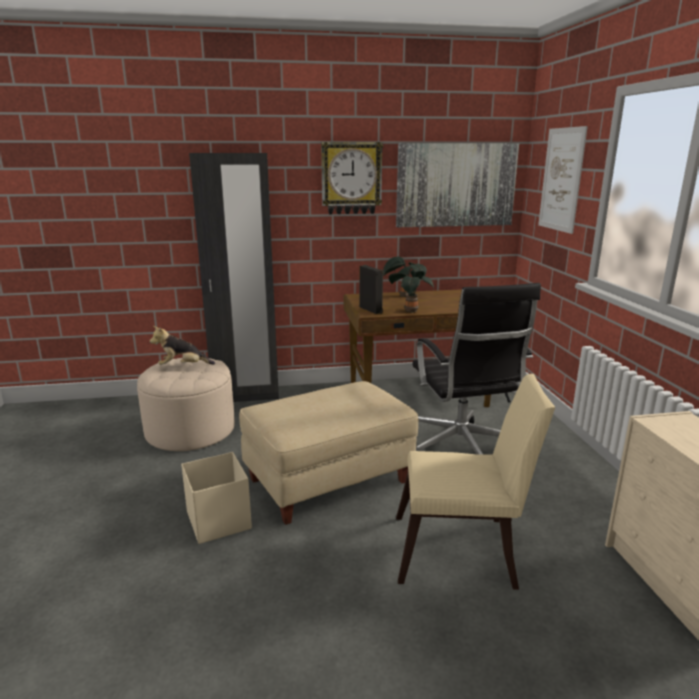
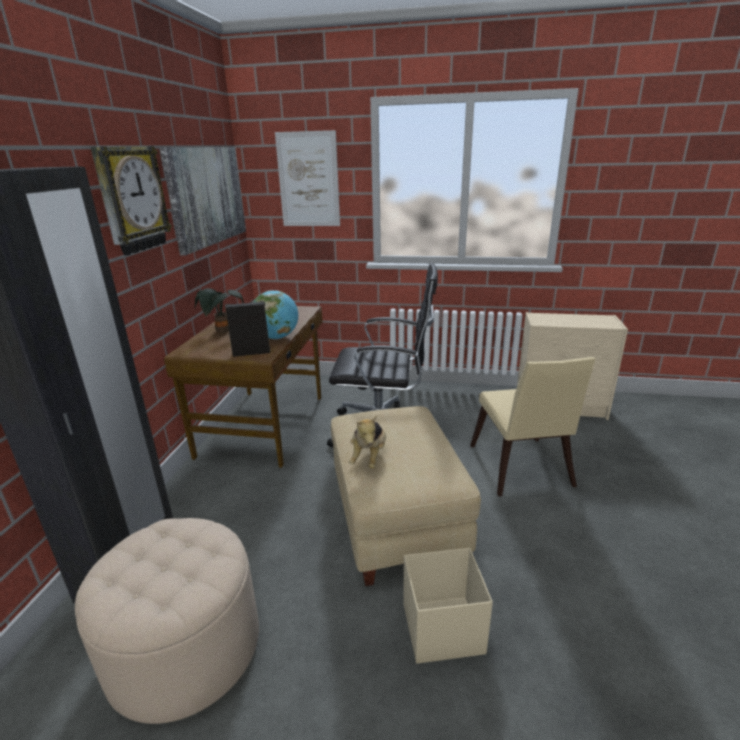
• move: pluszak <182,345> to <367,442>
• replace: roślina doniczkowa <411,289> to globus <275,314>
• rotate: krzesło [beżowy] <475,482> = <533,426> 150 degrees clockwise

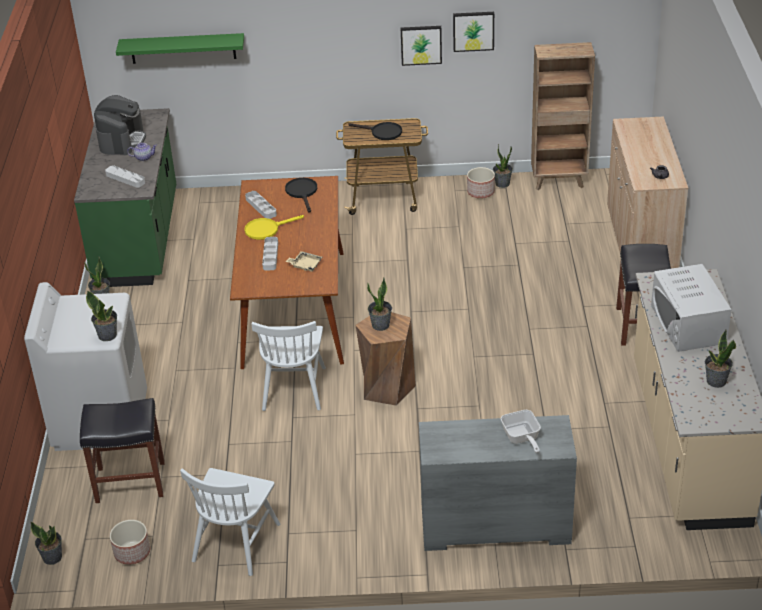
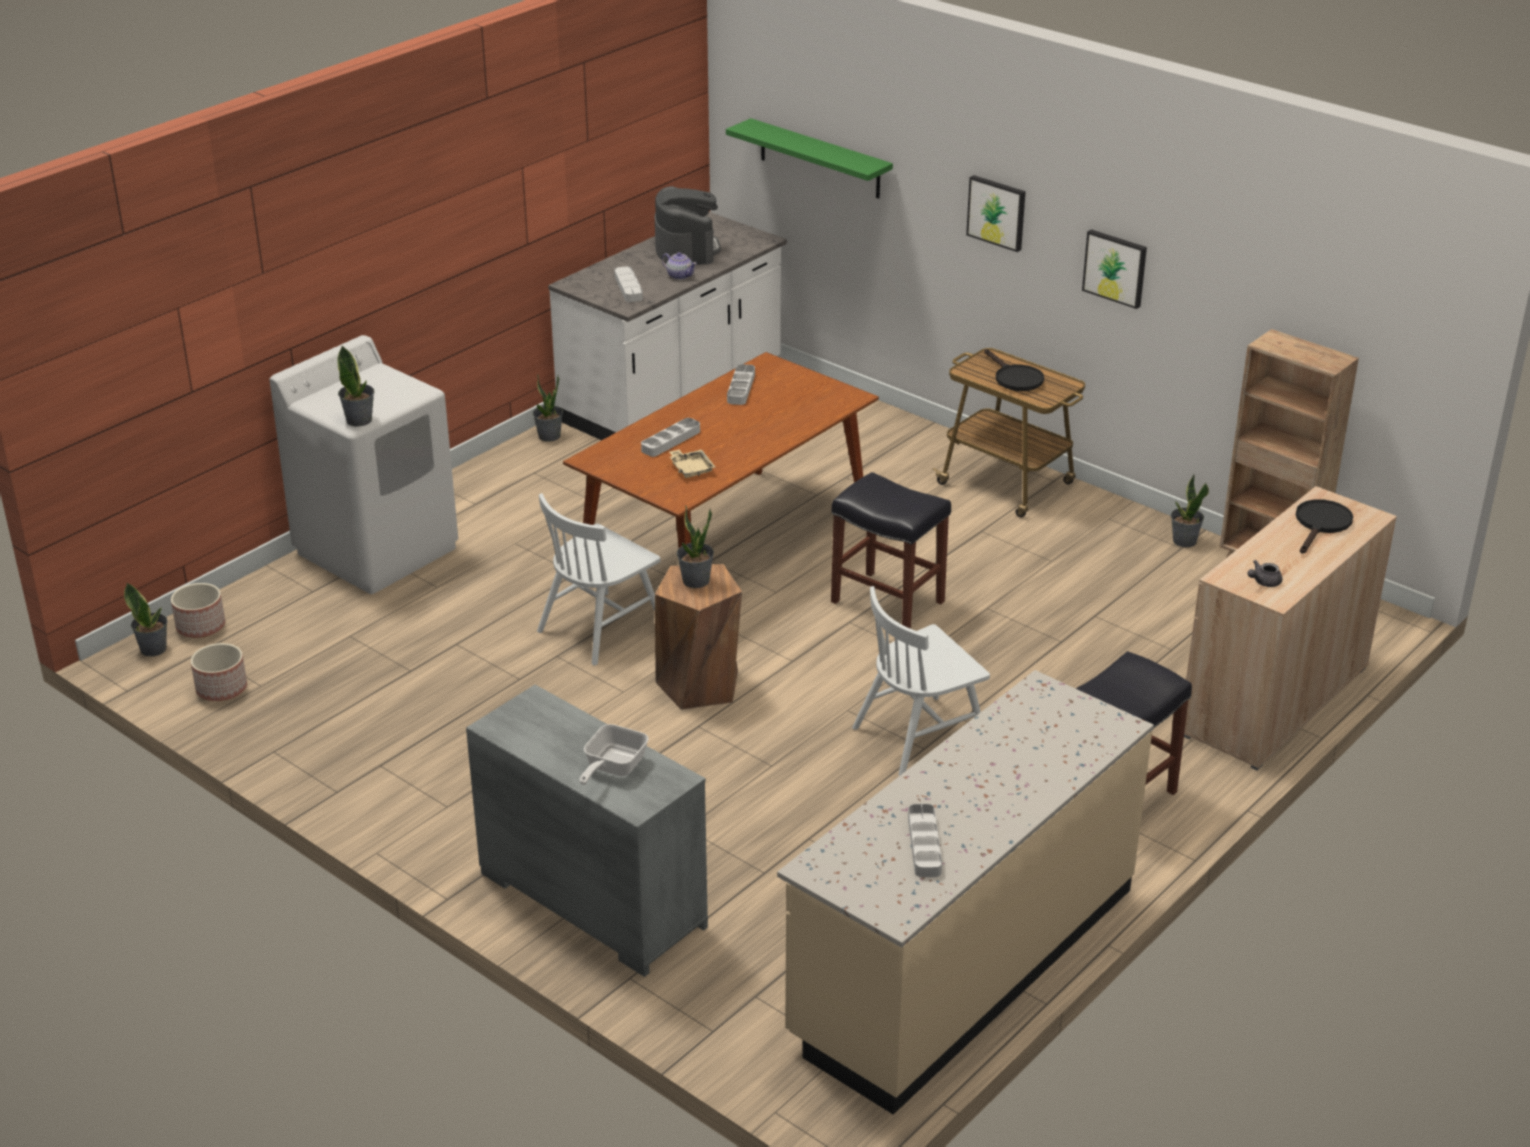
• delete: patelnia [żółty] <274,227>
• delete: mikrofalówka [biały] <691,308>
• move: stołek [czarny] <122,450> to <891,550>
• move: krzesło [biały] <230,522> to <921,681>
• move: patelnia [czarny] <301,195> to <1324,526>
• move: obraz <473,32> to <996,213>
• move: donica <481,183> to <198,610>
• replace: roślina doniczkowa <720,359> to taca [szary] <925,840>
• recolor: zabudowa kuchenna [zielony] <125,197> to zabudowa kuchenna [biały] <667,326>
• rotate: ekspres do kawy <120,125> = <688,225> 60 degrees counterclockwise

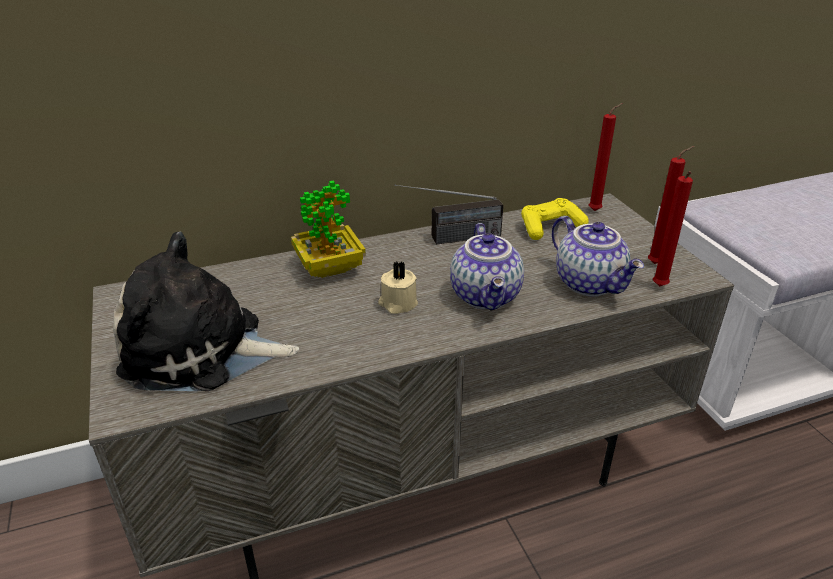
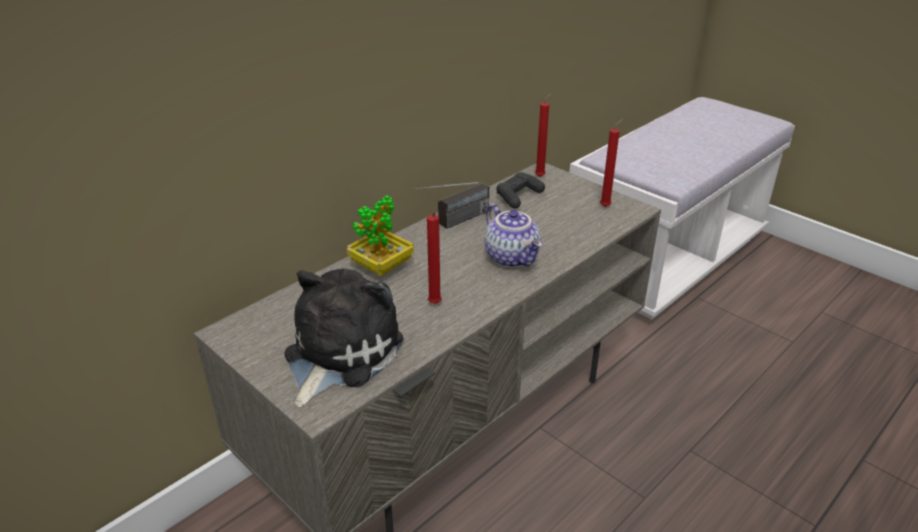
• delete: świeca [beżowy] <398,287>
• delete: imbryk <598,256>
• move: świeca [czerwony] <673,228> to <434,258>
• recolor: pad do gier [żółty] <555,219> to pad do gier [czarny] <520,190>
• rotate: pluszak <206,311> = <344,338> 135 degrees clockwise

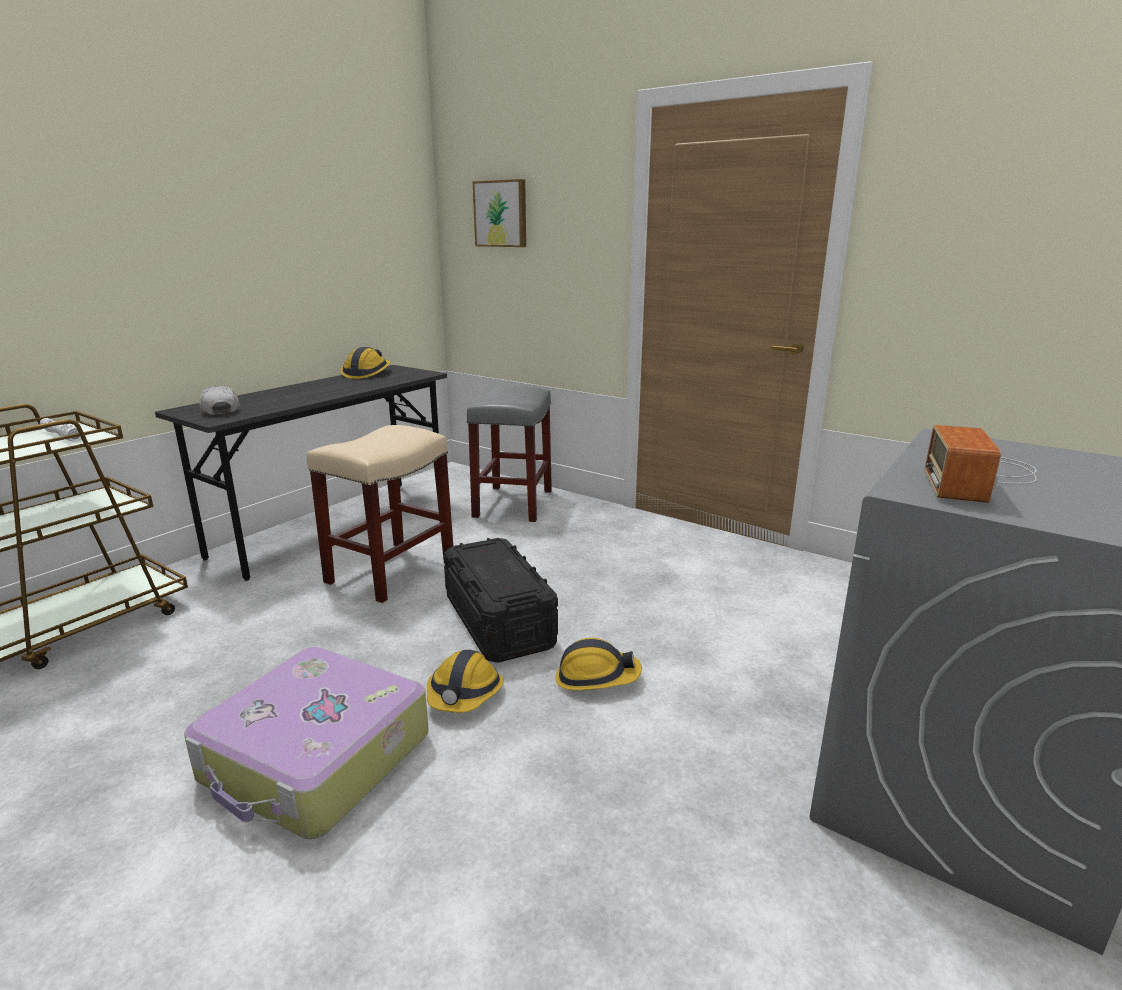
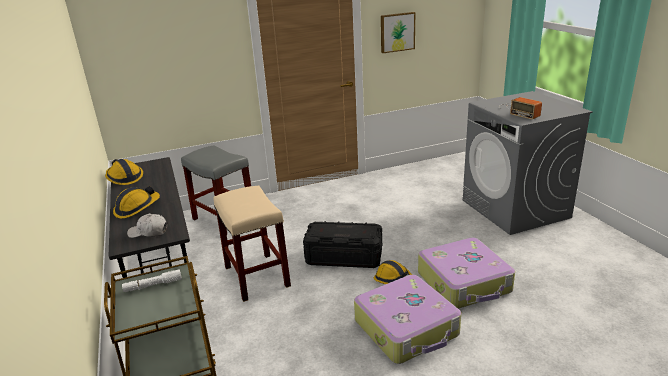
• insert: walizka <466,273>
• move: obraz <499,213> to <398,32>
• move: kask <599,664> to <136,202>

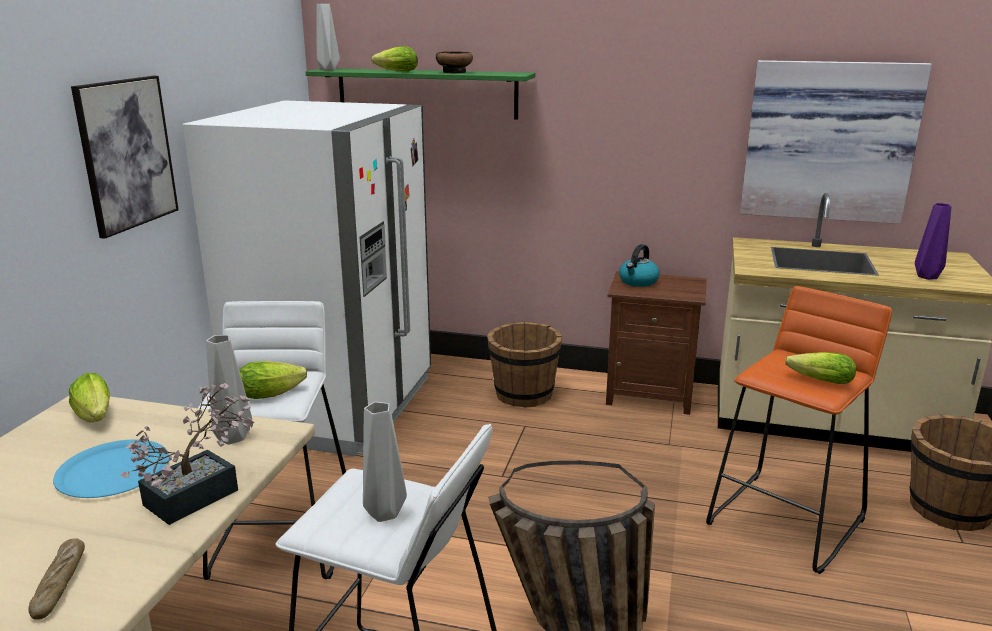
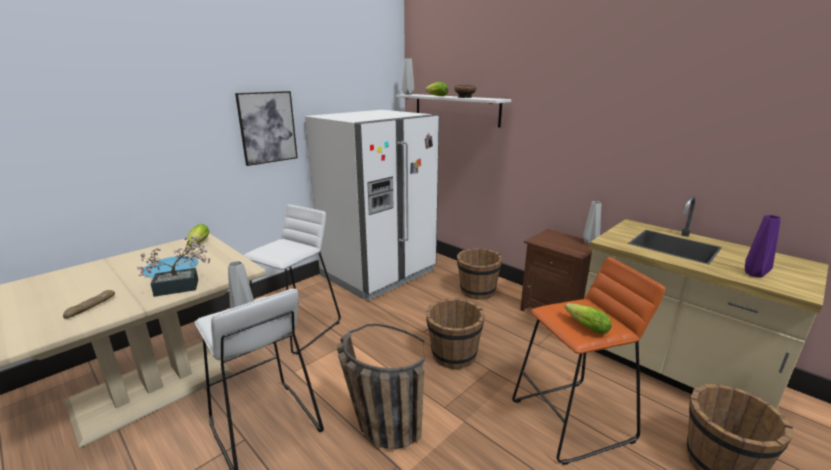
• delete: sałata <273,380>
• delete: czajnik <639,265>
• delete: obraz <836,142>
• insert: wiadro [brązowy] <455,333>
• move: wazon [szary] <229,390> to <592,223>
• recolor: półka [zielony] <420,94> to półka [biały] <453,111>

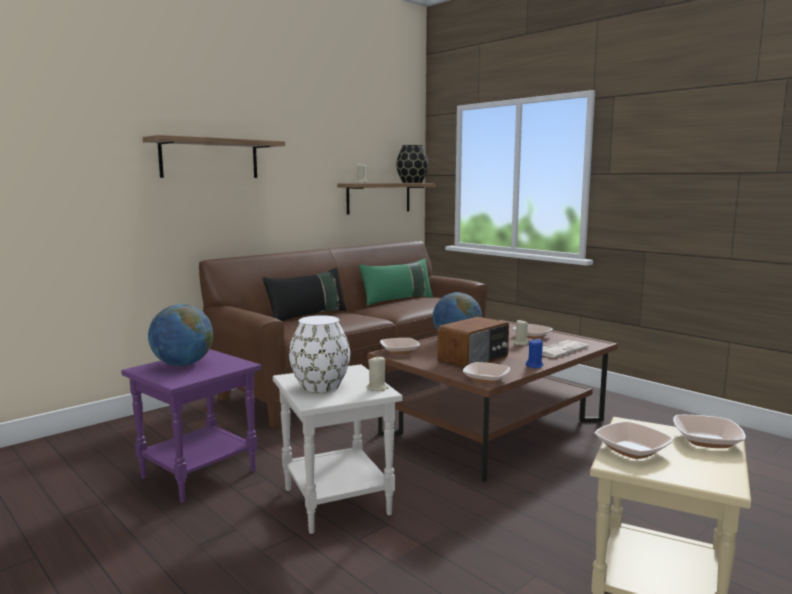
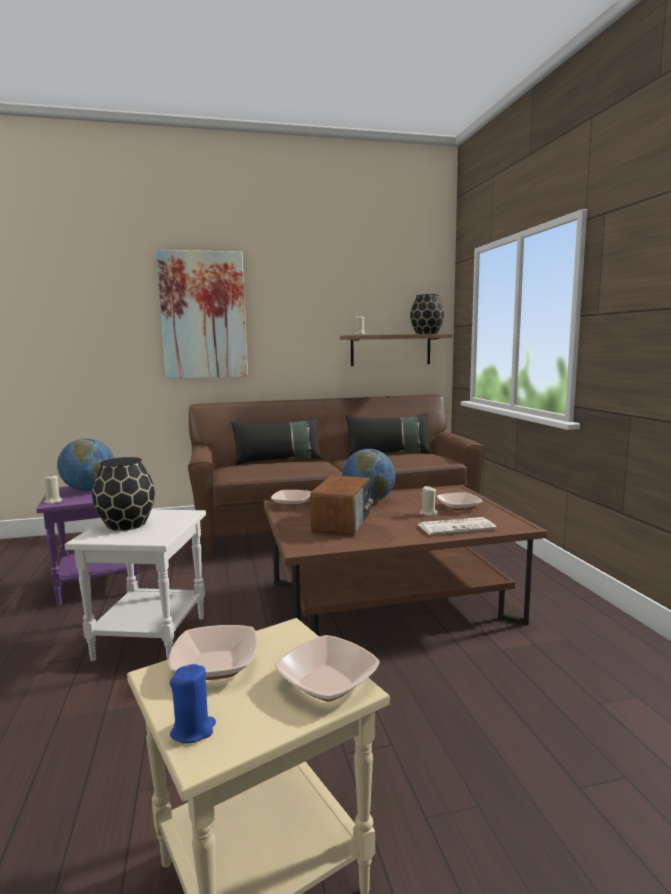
• delete: miska <486,373>
• move: świeca [beżowy] <378,373> to <52,489>
• move: świeca [niebieski] <535,353> to <193,704>
• replace: półka <214,156> to obraz <202,314>
• recolor: wazon [biały] <319,354> to wazon [czarny] <123,494>
• recolor: poduszka [zielony] <396,282> to poduszka [czarny] <388,435>
• rotate: radio <473,342> = <341,506> 60 degrees counterclockwise

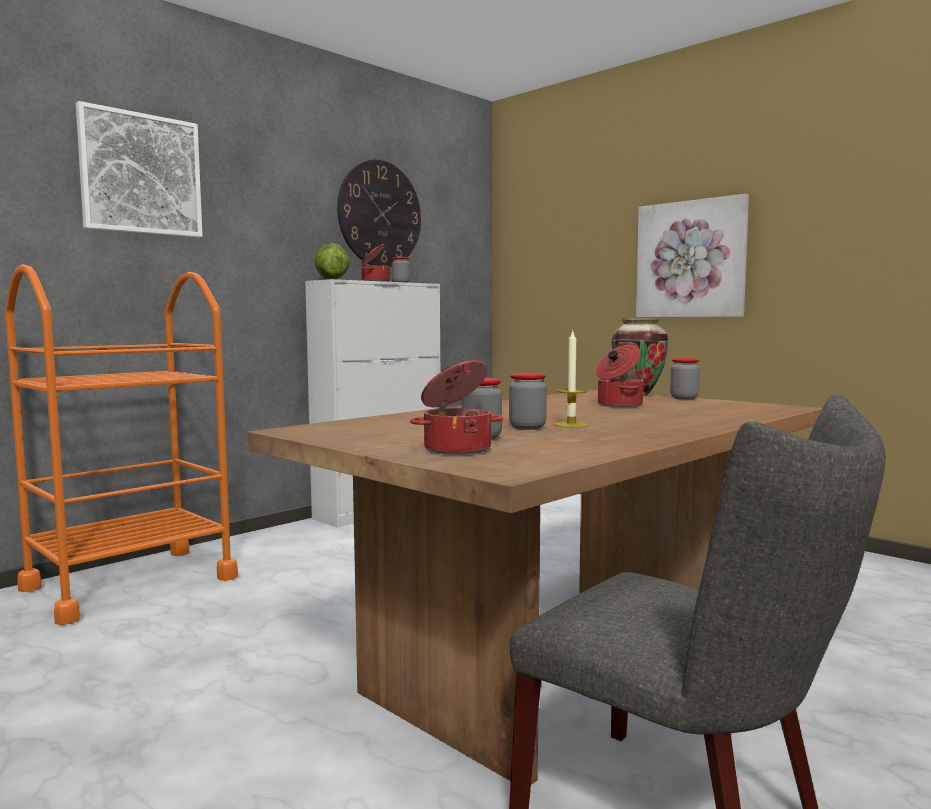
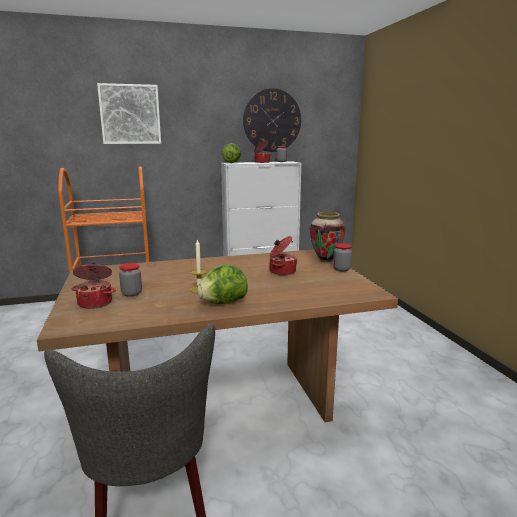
• delete: słoik <528,401>
• delete: obraz <692,255>
• insert: sałata <222,284>

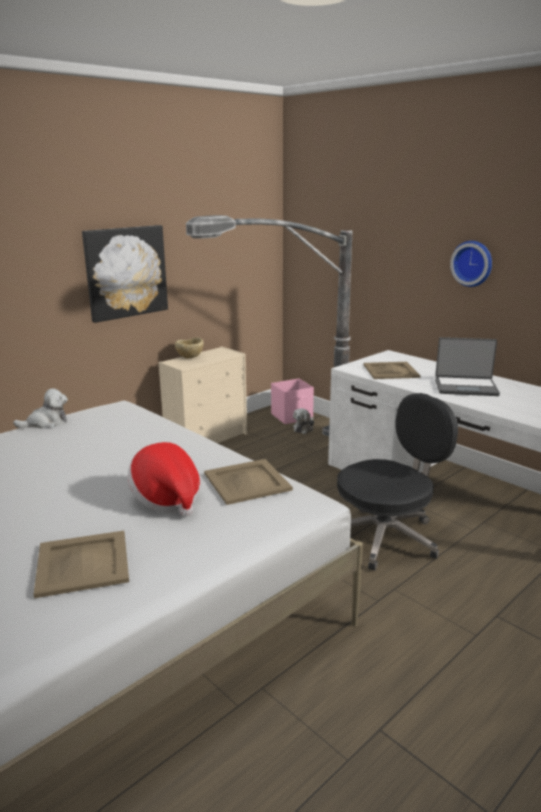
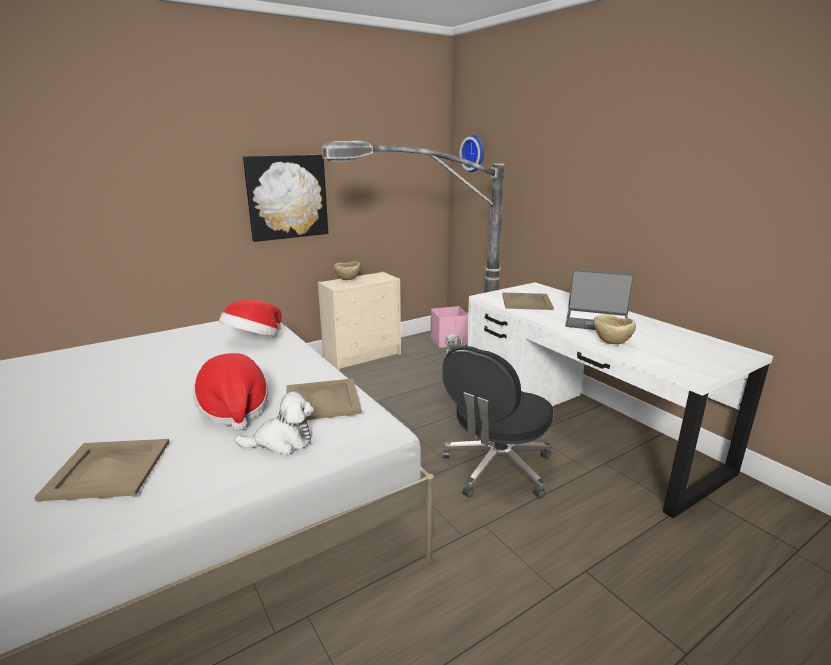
• insert: kapelusz <250,317>
• insert: miska [beżowy] <614,329>
• move: pluszak <40,408> to <274,423>
• move: zegar ścienny <471,264> to <472,153>
• rotate: krzesło biurowe [czarny] <397,482> = <498,422> 150 degrees clockwise

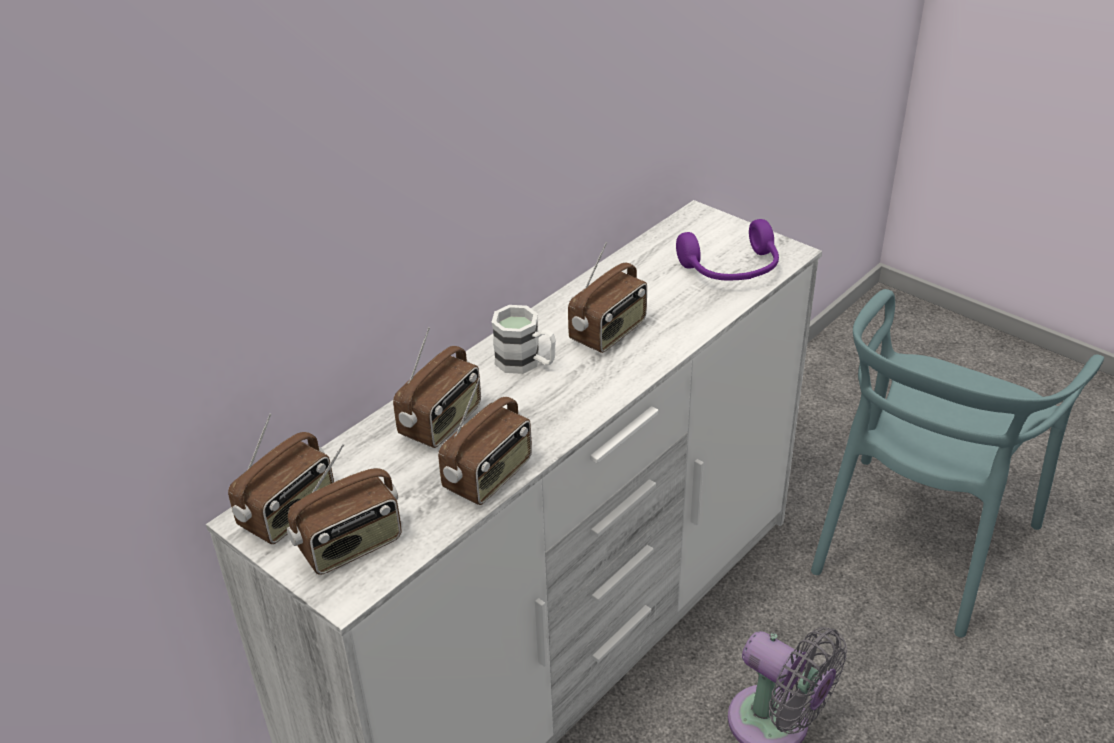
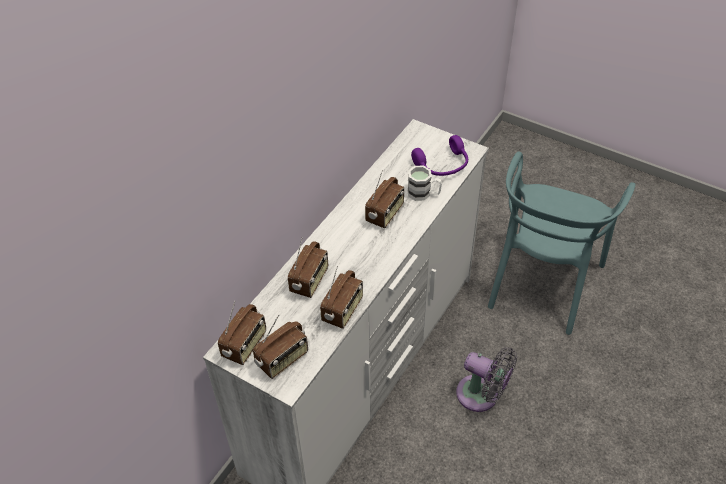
• move: kubek [biały] <524,339> to <424,183>

